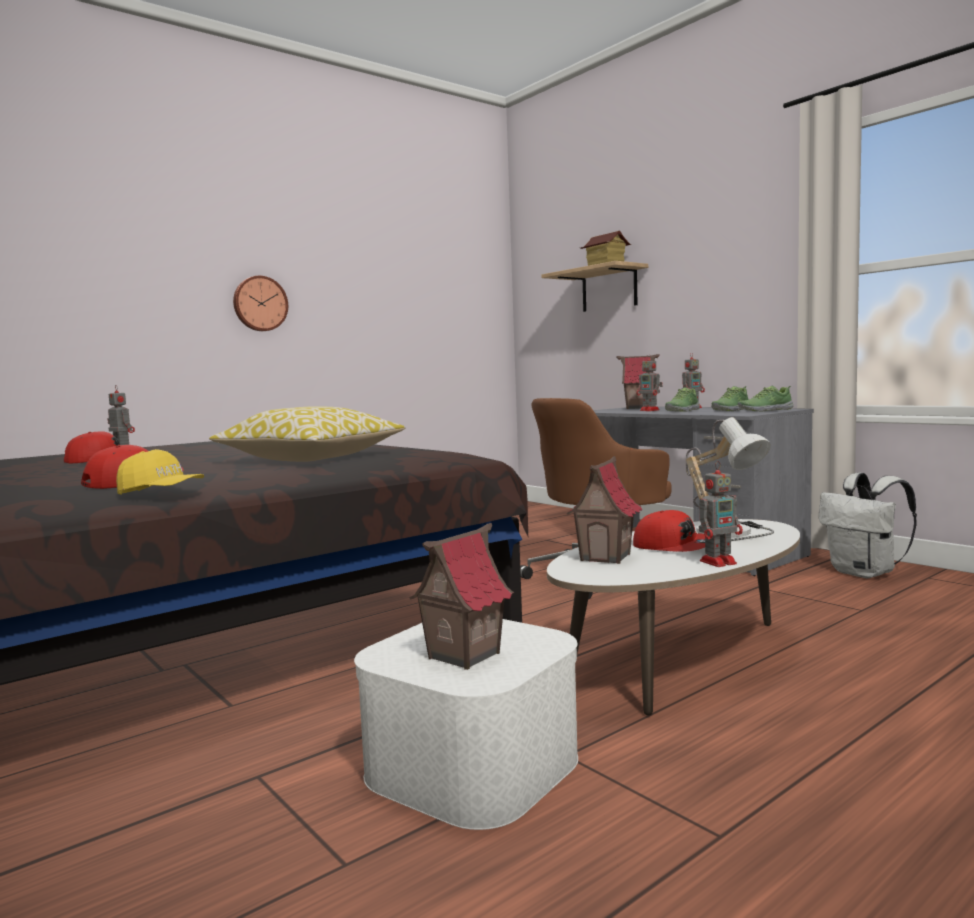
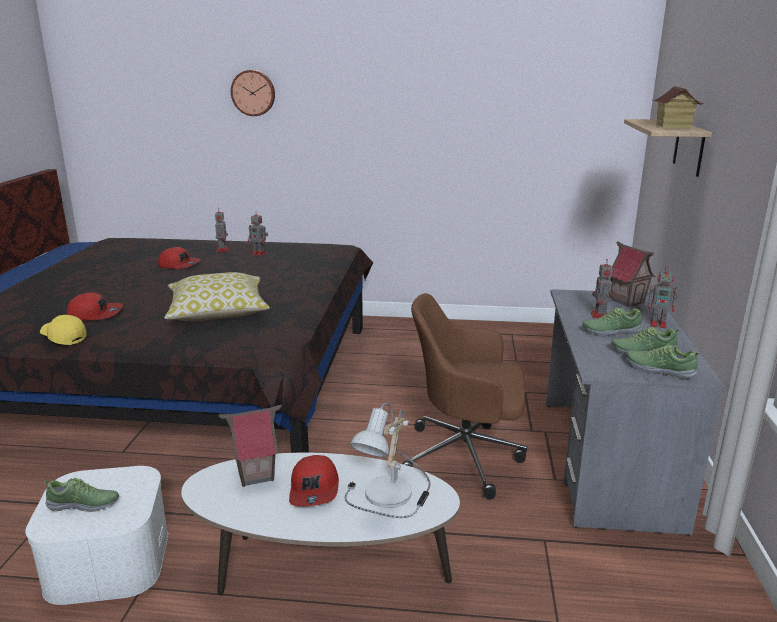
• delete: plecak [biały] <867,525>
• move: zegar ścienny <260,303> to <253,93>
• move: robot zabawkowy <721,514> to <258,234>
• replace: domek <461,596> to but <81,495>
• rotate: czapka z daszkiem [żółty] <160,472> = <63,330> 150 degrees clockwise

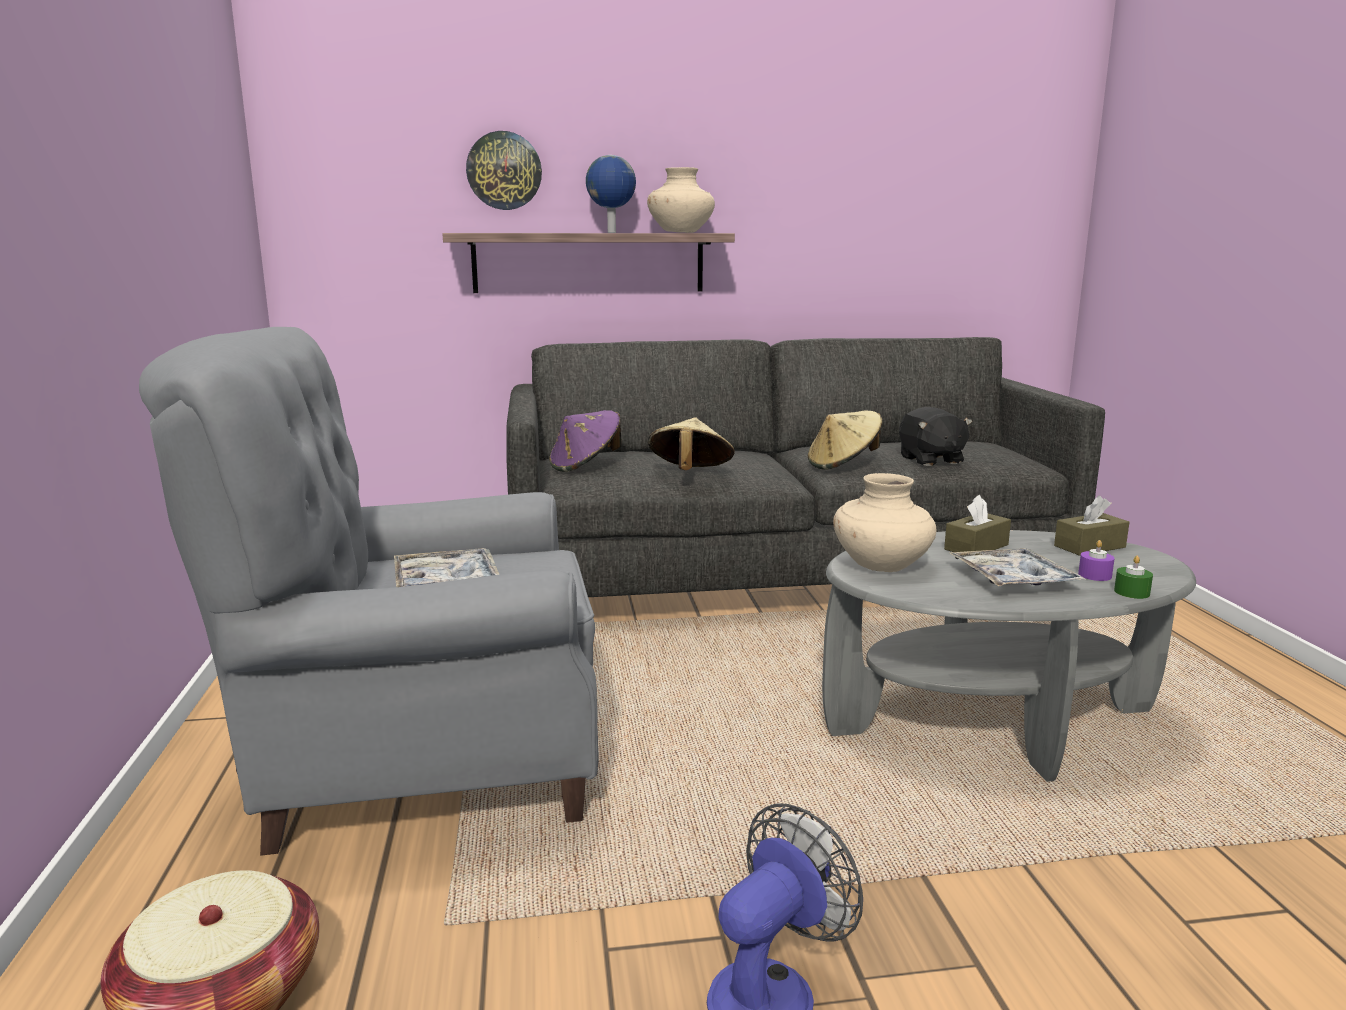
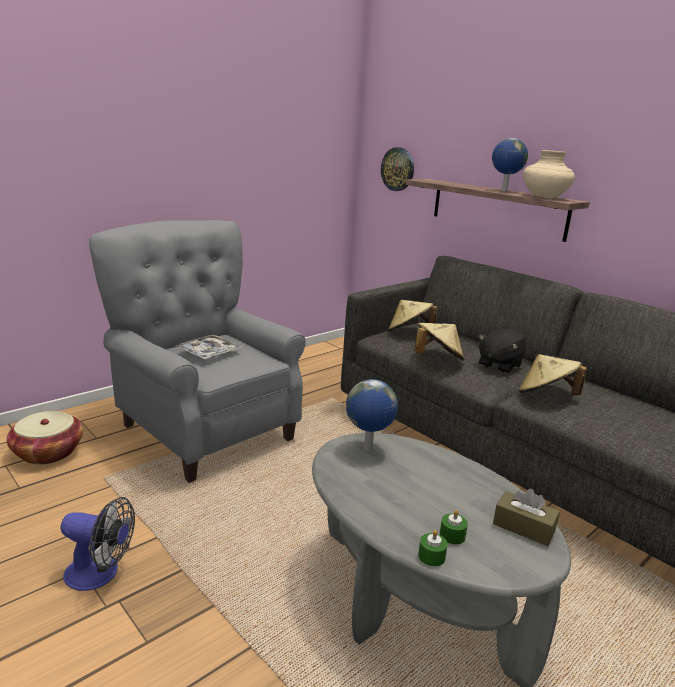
• delete: pudełko chusteczek [brązowy] <977,525>
• delete: taca <1017,567>
• move: zegar ścienny <504,170> to <397,169>
• move: pluszak [czarny] <936,436> to <502,351>
• replace: wazon [beżowy] <884,522> to globus <372,415>
• recolor: kapelusz [fioletowy] <585,441> to kapelusz [beżowy] <412,316>
• recolor: świeca [fioletowy] <1096,560> to świeca [zielony] <454,527>

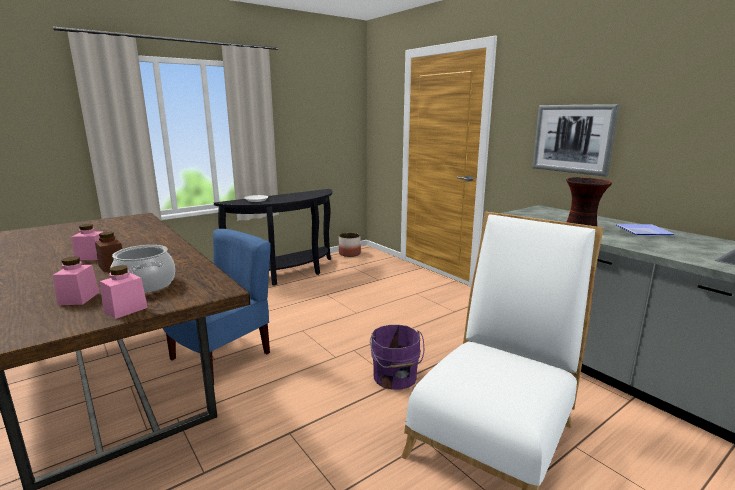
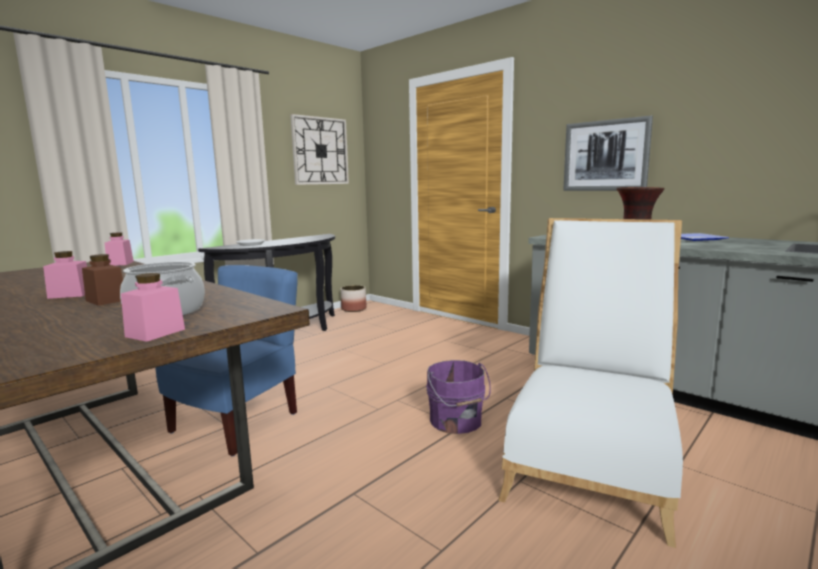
• insert: zegar ścienny <319,149>
• move: słoik [różowy] <76,280> to <119,249>

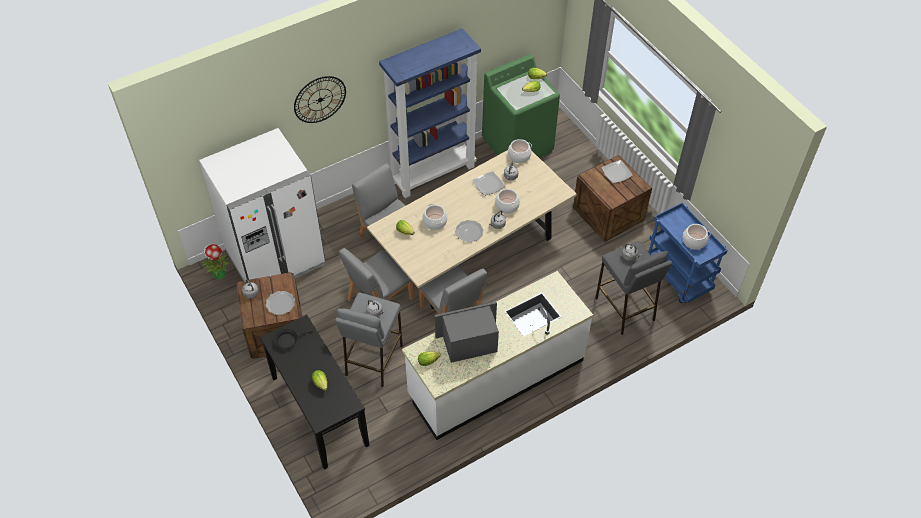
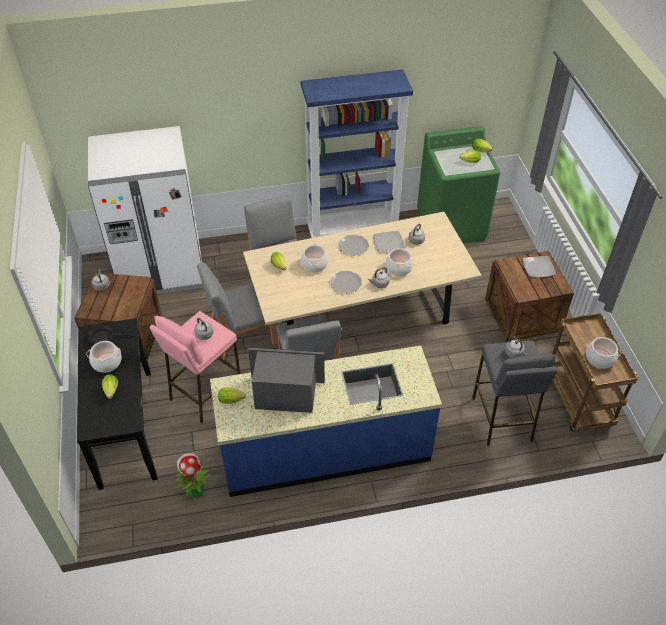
• delete: zegar ścienny <320,99>
• move: roślina doniczkowa <216,261> to <192,475>
• move: talerz <280,303> to <353,245>
• move: garnek <520,151> to <103,357>
• recolor: stołek [szary] <369,339> to stołek [różowy] <195,367>
• recolor: zabudowa kuchenna [biały] <497,355> to zabudowa kuchenna [niebieski] <326,421>
• recolor: wózek [niebieski] <688,253> to wózek [brązowy] <595,372>

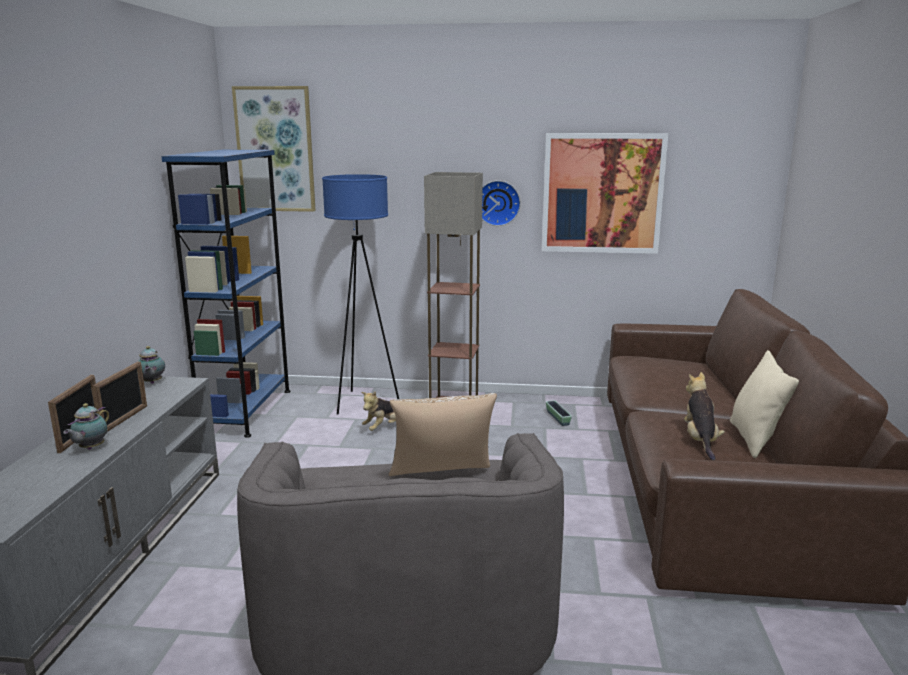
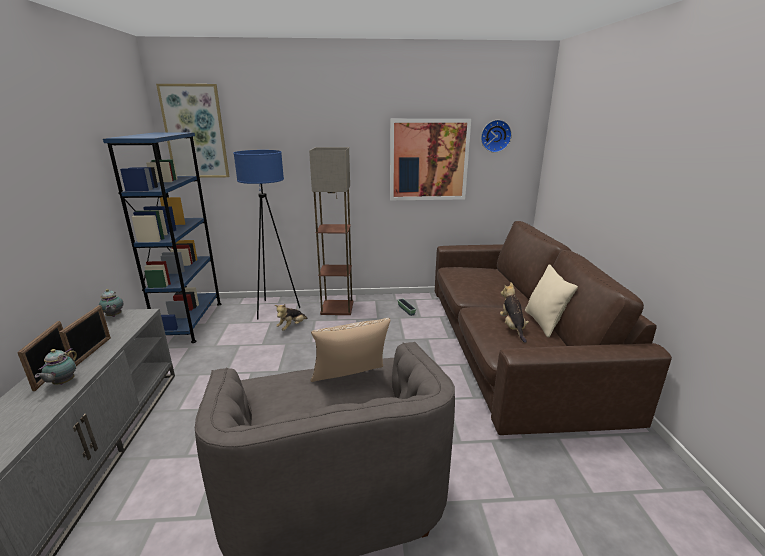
• move: zegar ścienny <501,203> to <496,136>

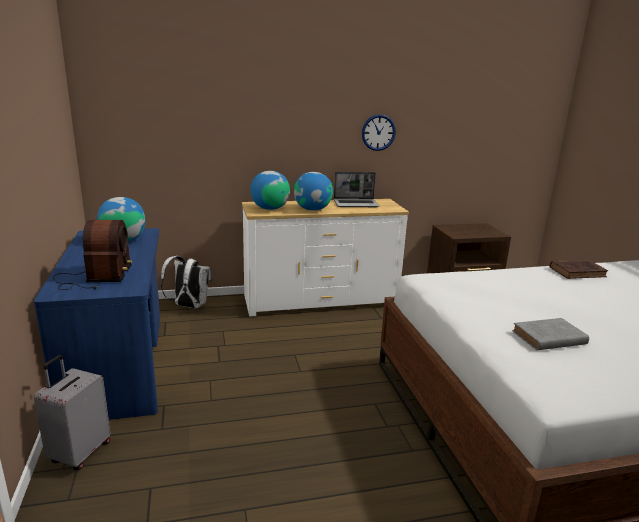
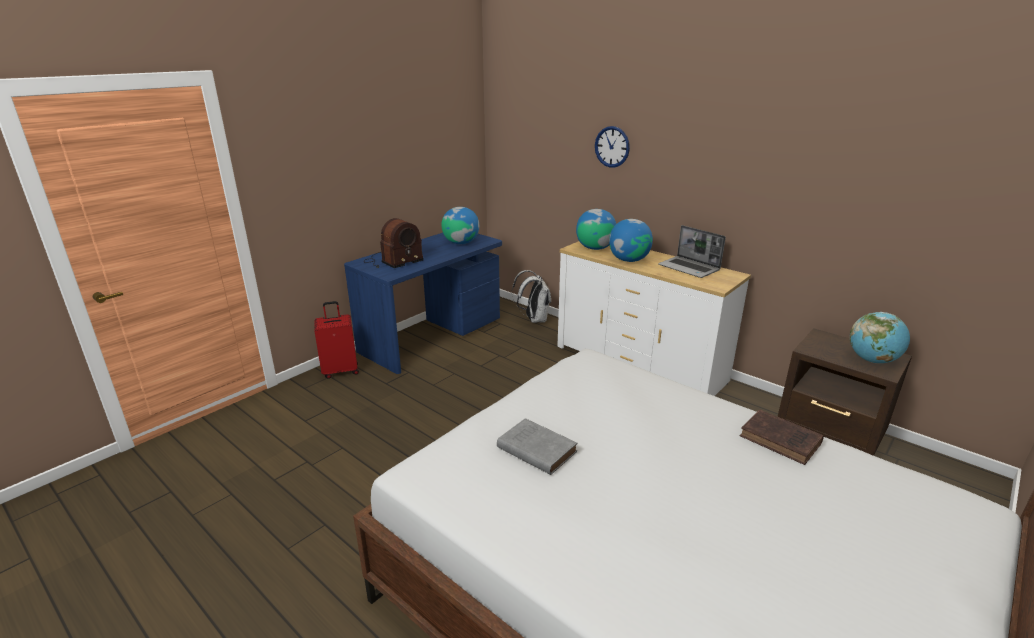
• insert: globus <880,337>
• move: zegar ścienny <379,132> to <612,147>
• recolor: walizka [szary] <72,412> to walizka [czerwony] <336,340>

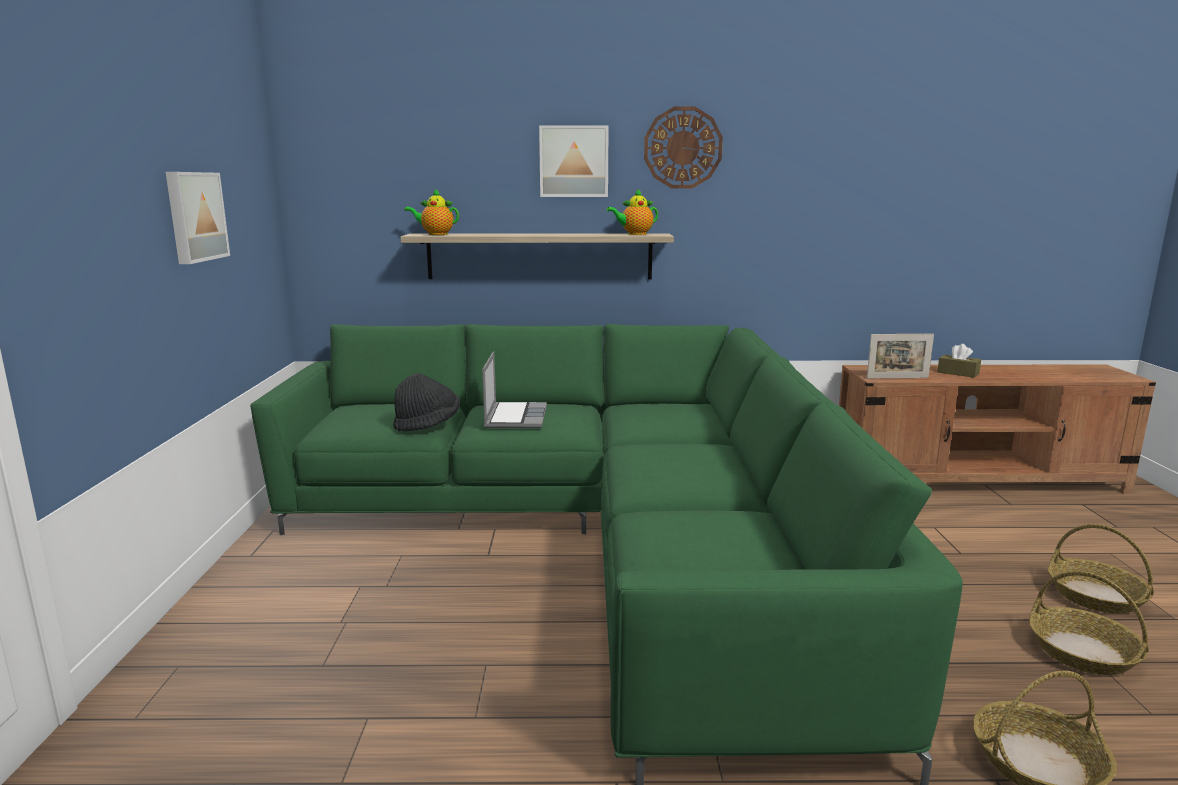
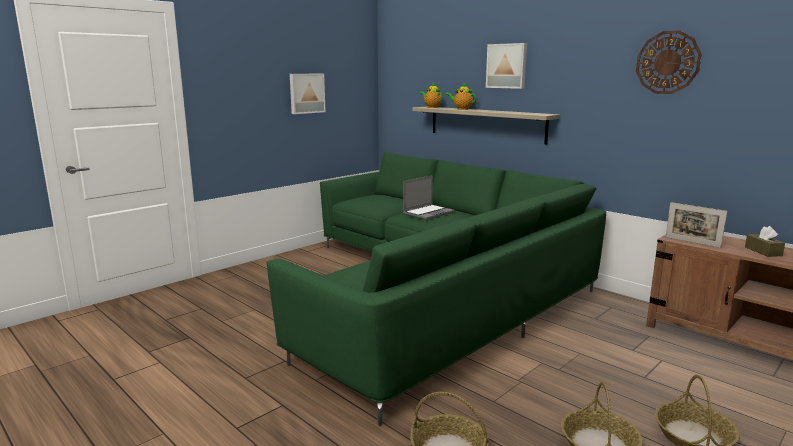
• delete: kapelusz [czarny] <426,402>
• move: imbryk <632,212> to <460,96>
• move: zegar ścienny <683,147> to <669,62>

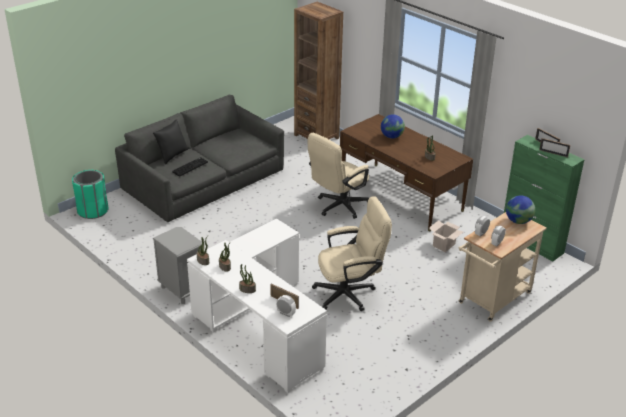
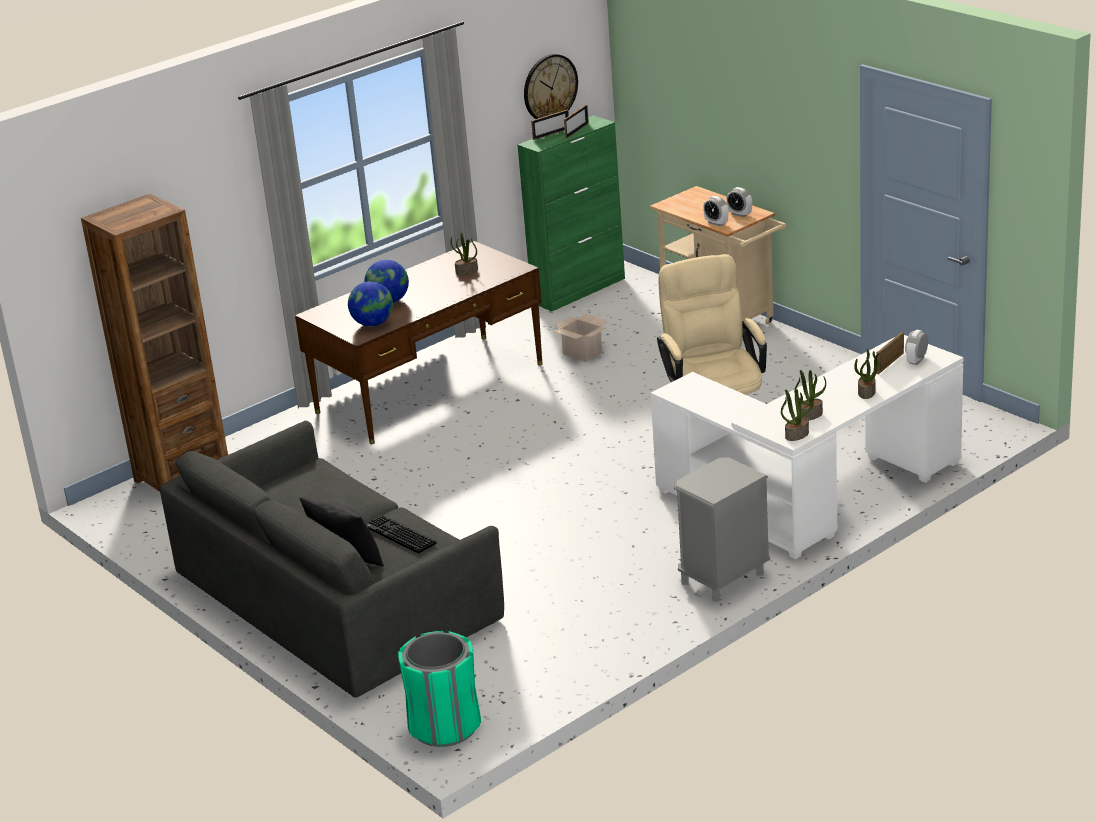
• delete: krzesło biurowe [beżowy] <338,176>
• insert: zegar ścienny <551,86>
• move: globus <520,209> to <370,304>

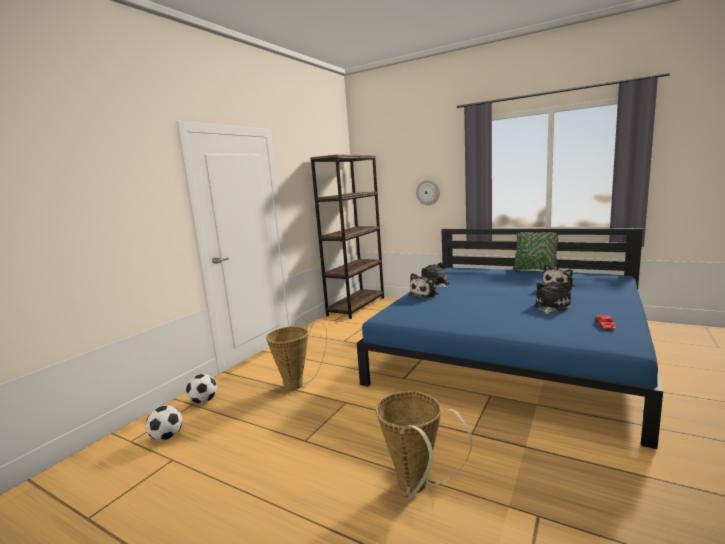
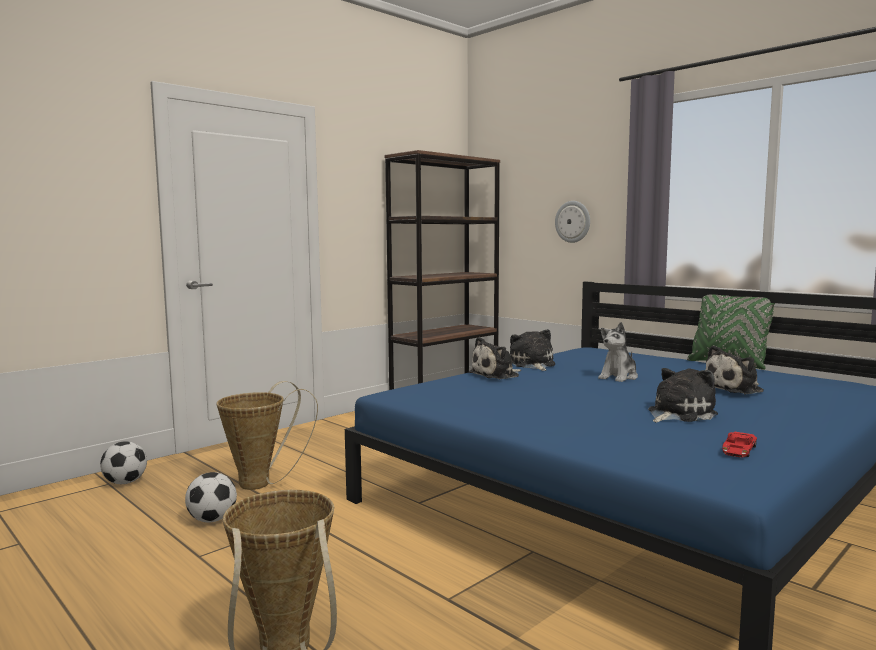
• insert: pluszak <618,352>
• move: piłka futbolowa <164,423> to <211,497>

